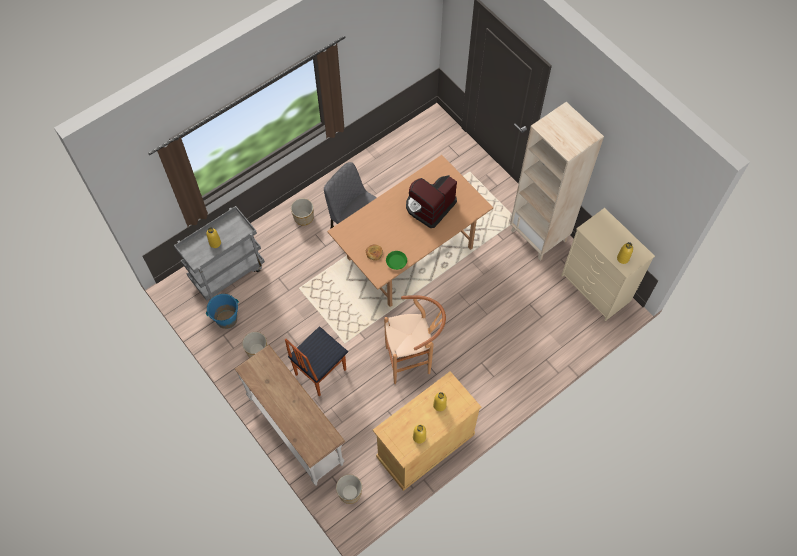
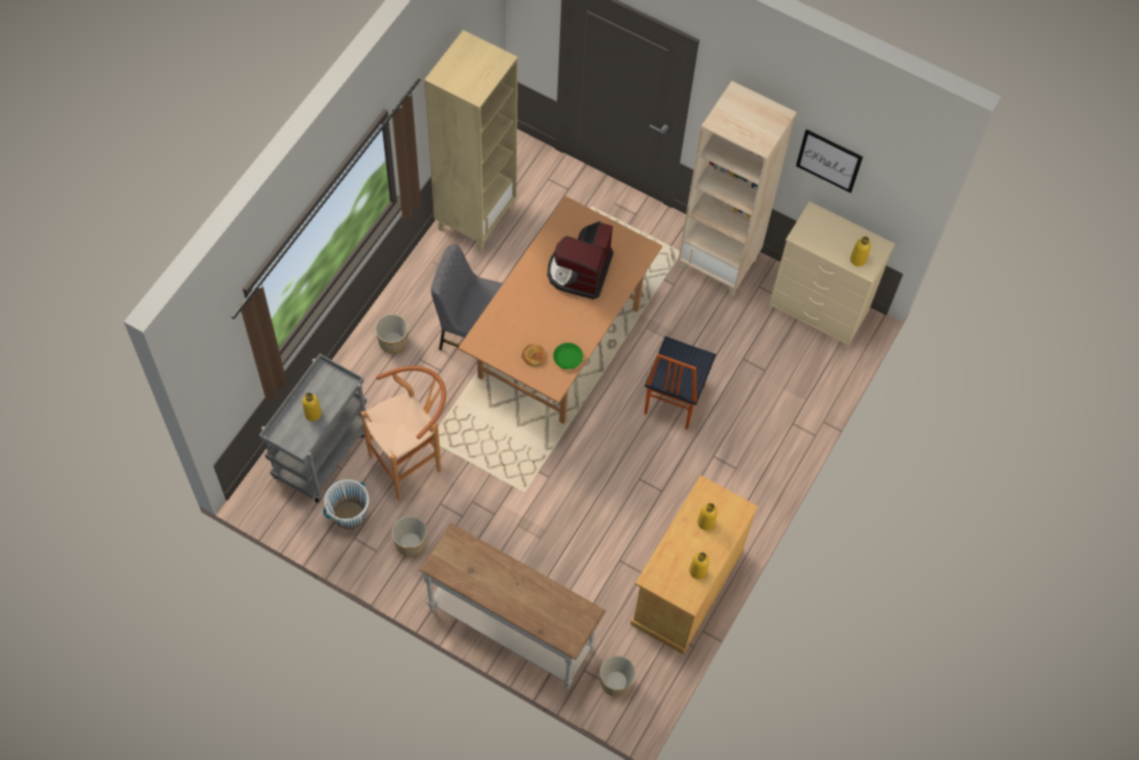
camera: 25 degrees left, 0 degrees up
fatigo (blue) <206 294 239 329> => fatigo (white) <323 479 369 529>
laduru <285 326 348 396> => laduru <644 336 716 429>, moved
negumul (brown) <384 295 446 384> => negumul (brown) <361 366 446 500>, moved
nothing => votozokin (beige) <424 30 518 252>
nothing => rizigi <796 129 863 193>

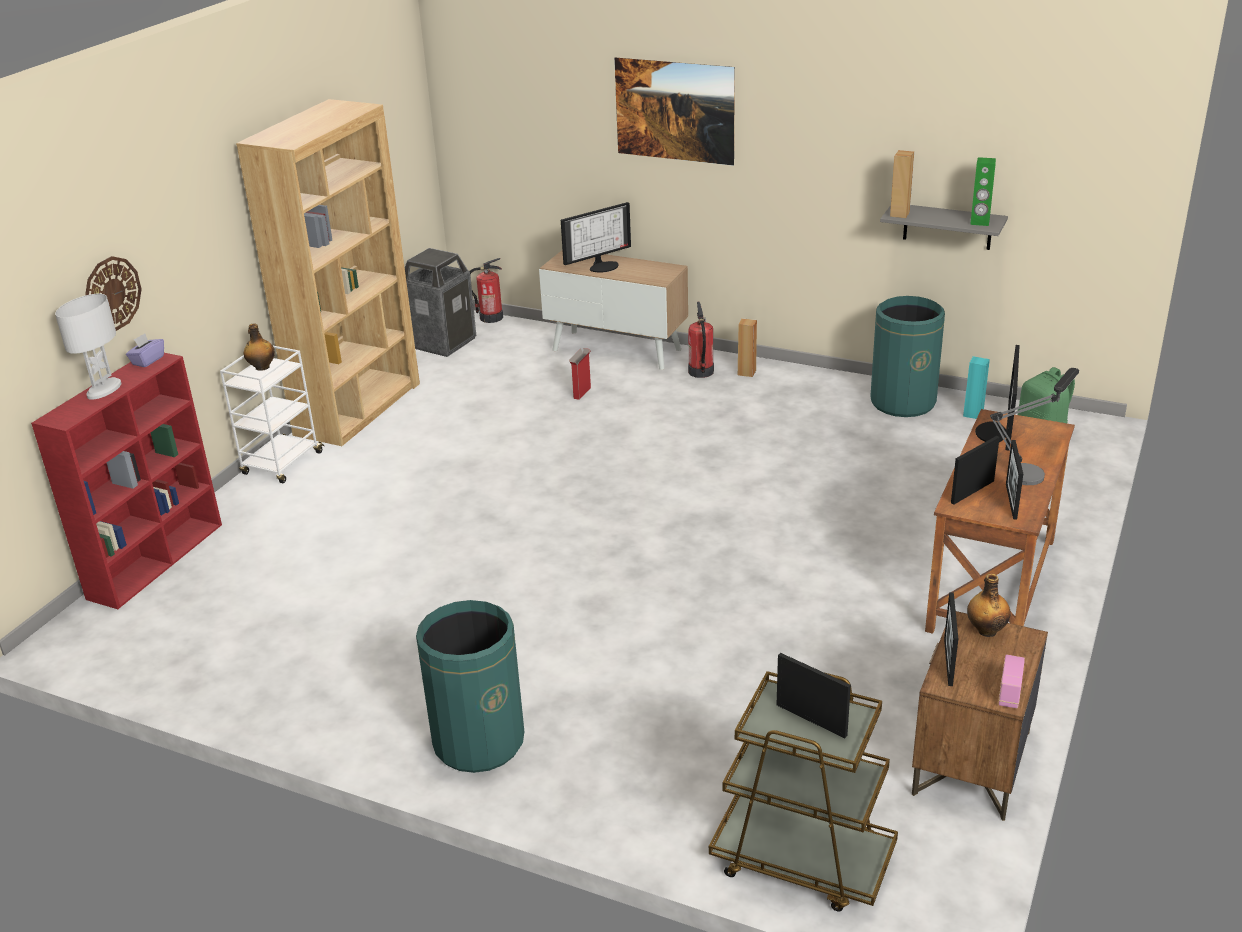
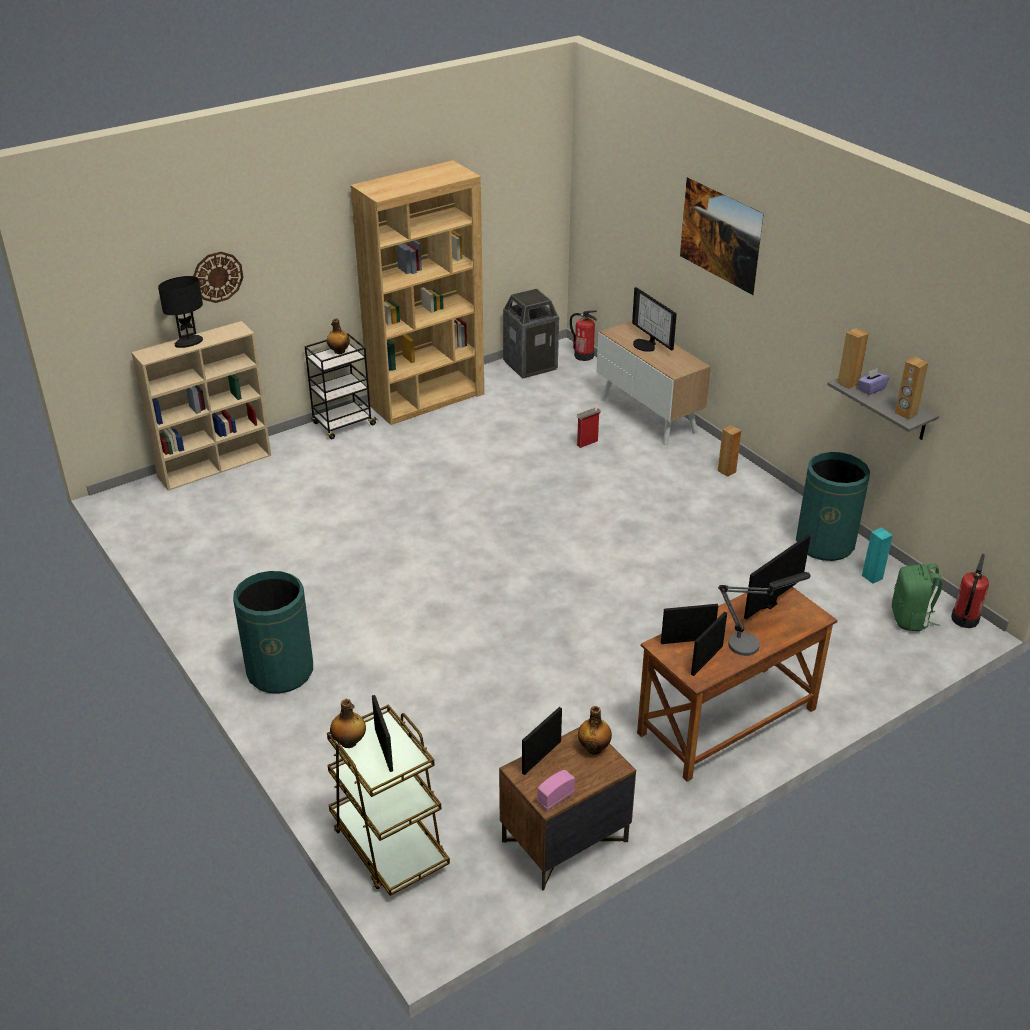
camera: 30 degrees right, 5 degrees up
votozokin (red) <31 353 222 609> => votozokin (beige) <131 321 271 491>
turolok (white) <55 294 121 400> => turolok (black) <158 276 203 348>
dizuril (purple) <126 333 164 367> => dizuril (purple) <858 368 890 395>, moved
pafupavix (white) <220 345 324 483> => pafupavix (black) <305 333 376 439>
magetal <561 202 631 272> => magetal <632 287 677 352>, 60 degrees clockwise
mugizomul <688 302 714 378> => mugizomul <951 554 989 628>, moved
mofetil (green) <970 157 996 226> => mofetil (brown) <895 356 928 420>
nothing => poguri <330 699 366 748>

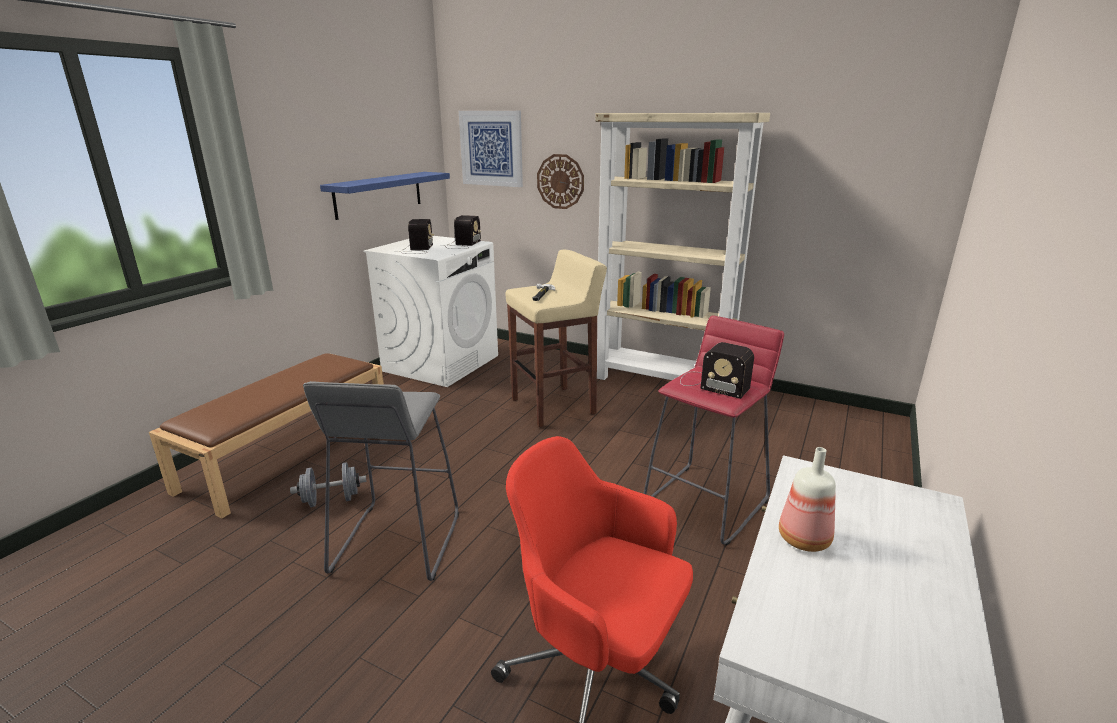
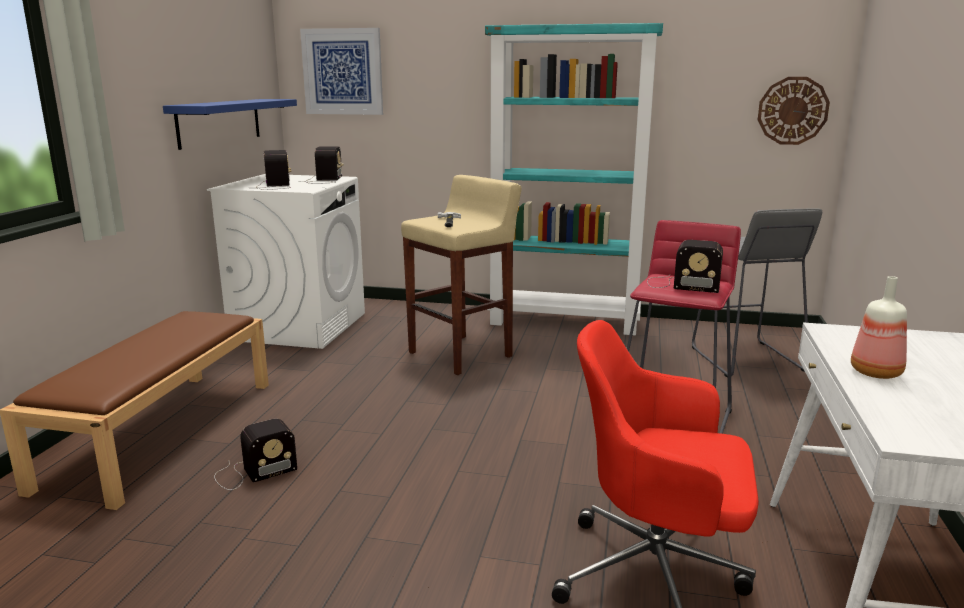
camera: 15 degrees left, 5 degrees down
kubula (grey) <290 462 367 507> => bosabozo <214 419 297 490>
negumul (grey) <303 381 459 581> => negumul (grey) <692 208 822 377>, moved
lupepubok <537 154 584 209> => lupepubok <758 77 830 145>, moved
votozokin (beige) <595 113 770 380> => votozokin (turquoise) <485 23 663 335>

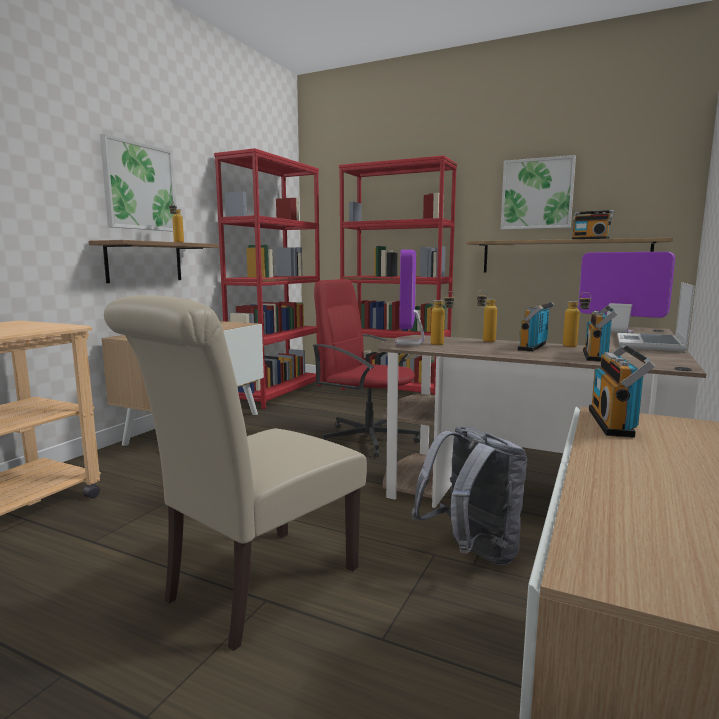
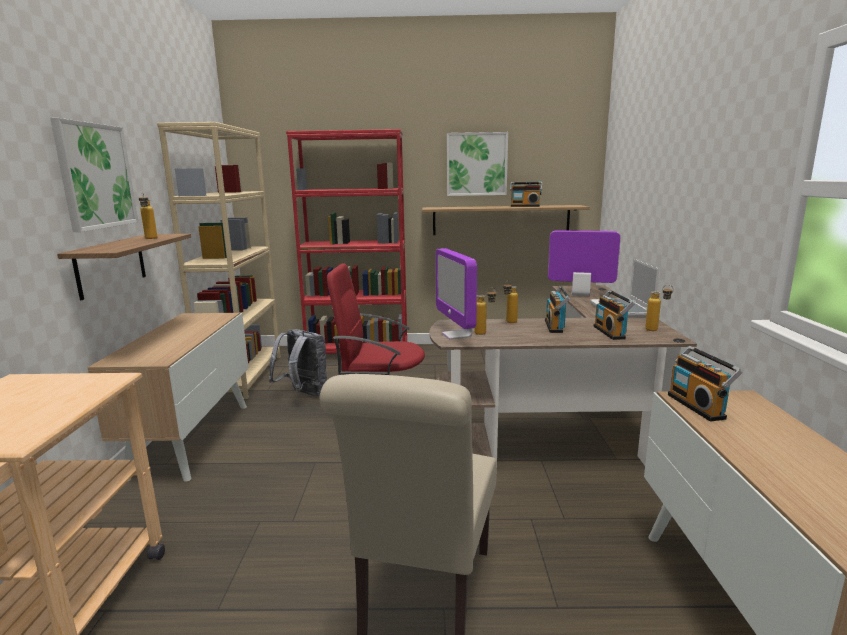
camera: 25 degrees left, 5 degrees up
votozokin (red) <214 148 321 409> => votozokin (beige) <157 122 281 399>
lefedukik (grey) <411 427 528 565> => lefedukik (grey) <269 329 327 396>, moved
poguri <563 292 591 347> => poguri <645 285 674 331>, moved

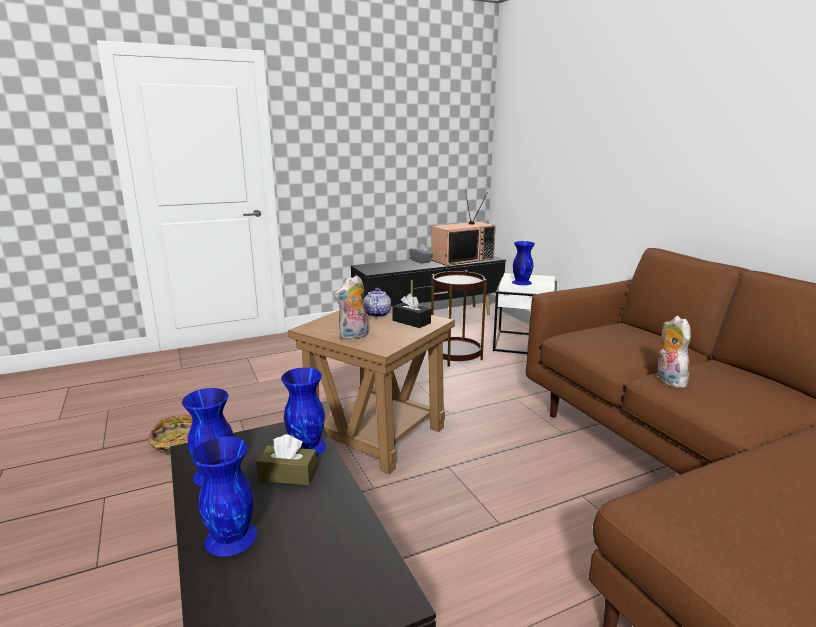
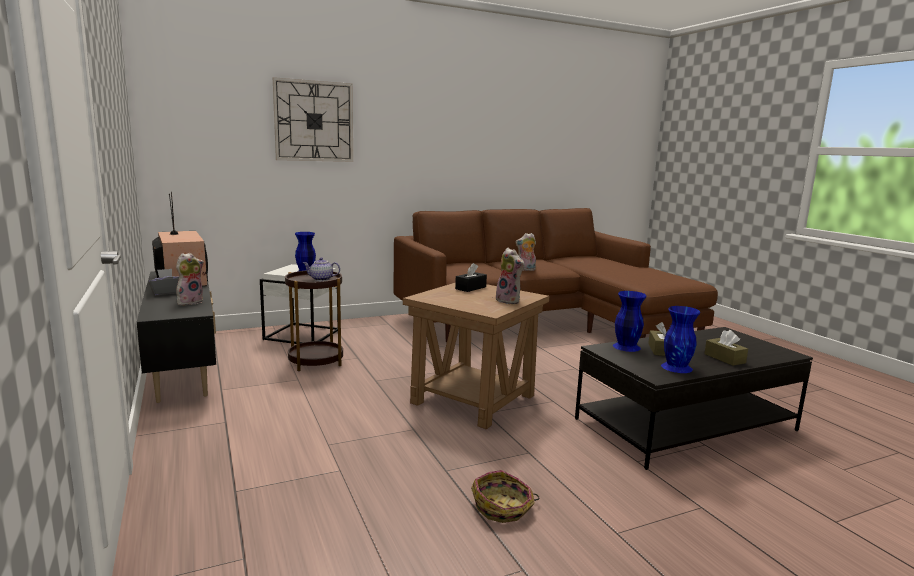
camera: 90 degrees left, 5 degrees down
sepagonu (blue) <192 436 257 557> => dizuril (brown) <704 330 748 366>
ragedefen <363 288 391 317> => ragedefen <303 257 340 281>, moved
nothing => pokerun <176 253 204 305>
nothing => lupepubok <273 77 353 162>

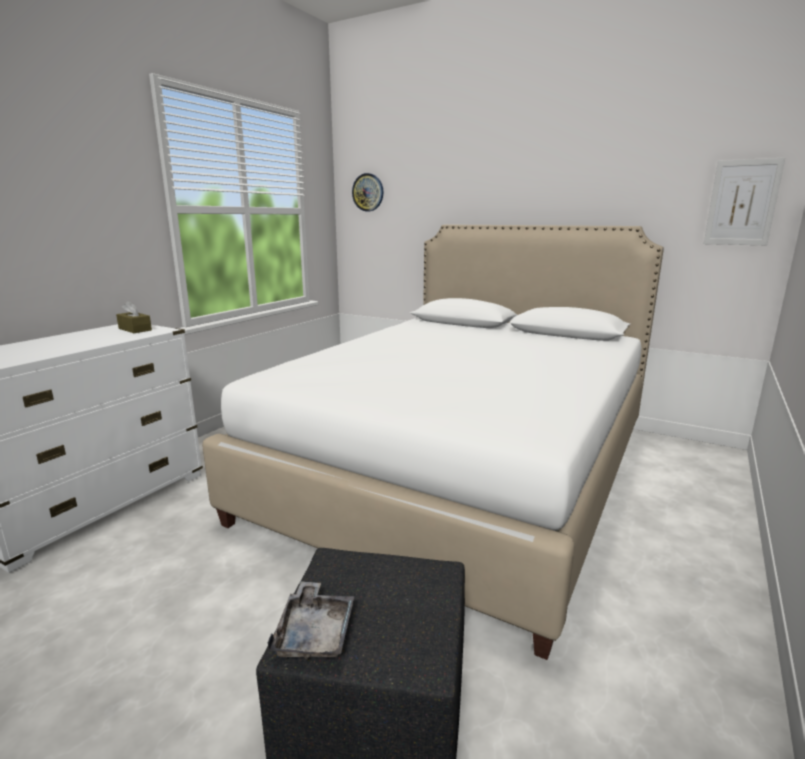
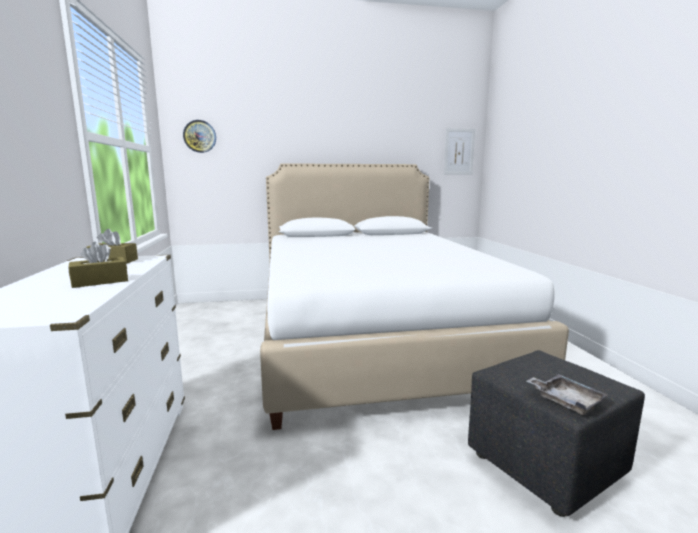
camera: 40 degrees left, 5 degrees down
nothing => dizuril (brown) <68 242 128 288>

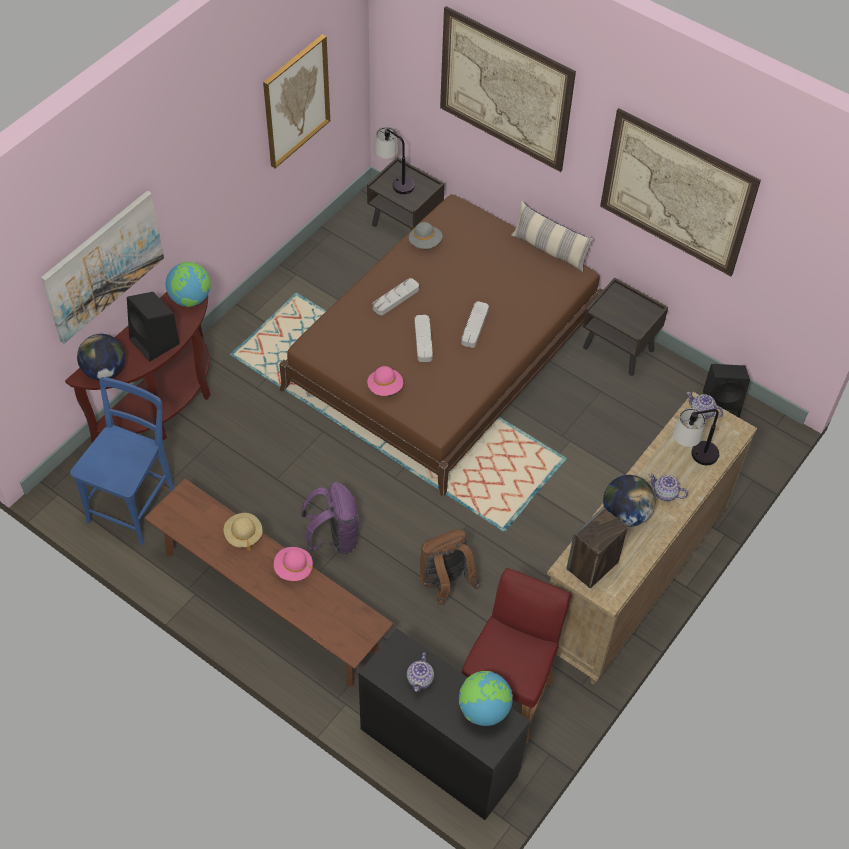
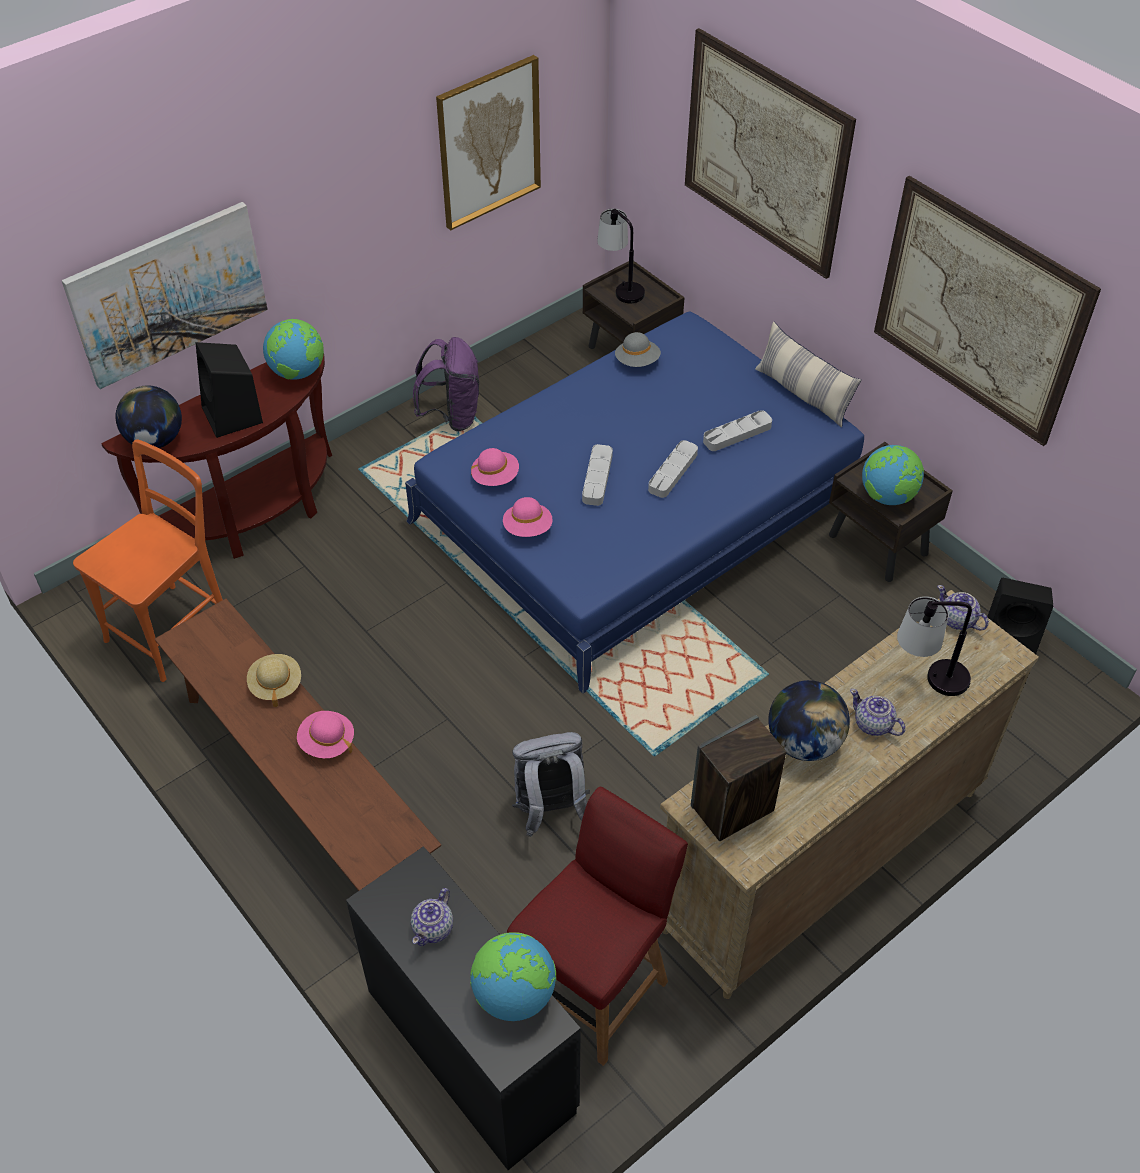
camera: 15 degrees right, 5 degrees down
laduru (blue) <70 377 174 545> => laduru (orange) <73 439 223 682>
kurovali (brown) <279 194 603 497> => kurovali (blue) <405 311 864 694>
lefedukik (purple) <301 482 359 554> => lefedukik (purple) <413 337 479 431>, moved
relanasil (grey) <373 278 419 315> => relanasil (grey) <703 410 772 451>, moved
lefedukik (brown) <420 529 480 605> => lefedukik (grey) <512 732 590 837>
nothing => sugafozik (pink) <471 448 519 486>
nothing => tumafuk <862 445 924 505>

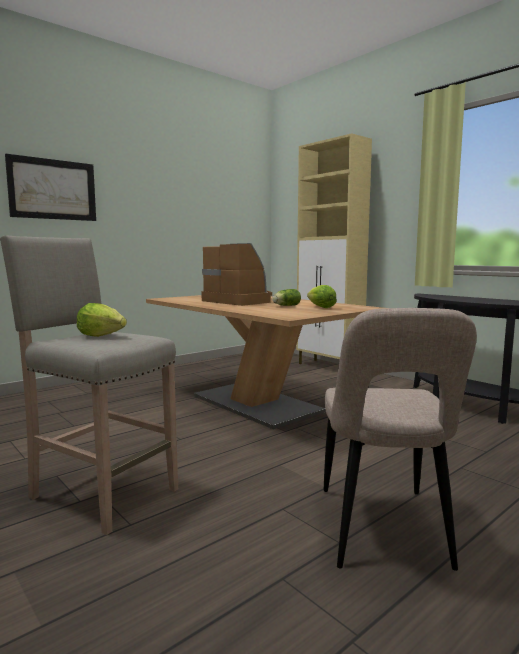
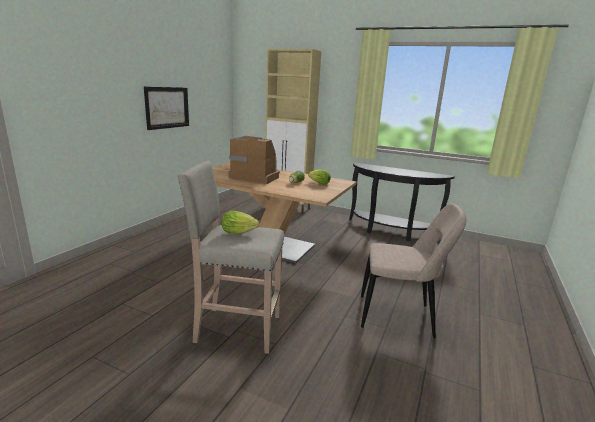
camera: 25 degrees left, 10 degrees up
rizigi <5 154 96 221> => rizigi <144 87 189 130>, moved
laduru (beige) <324 308 477 571> => laduru (beige) <361 204 467 338>, 60 degrees counterclockwise

